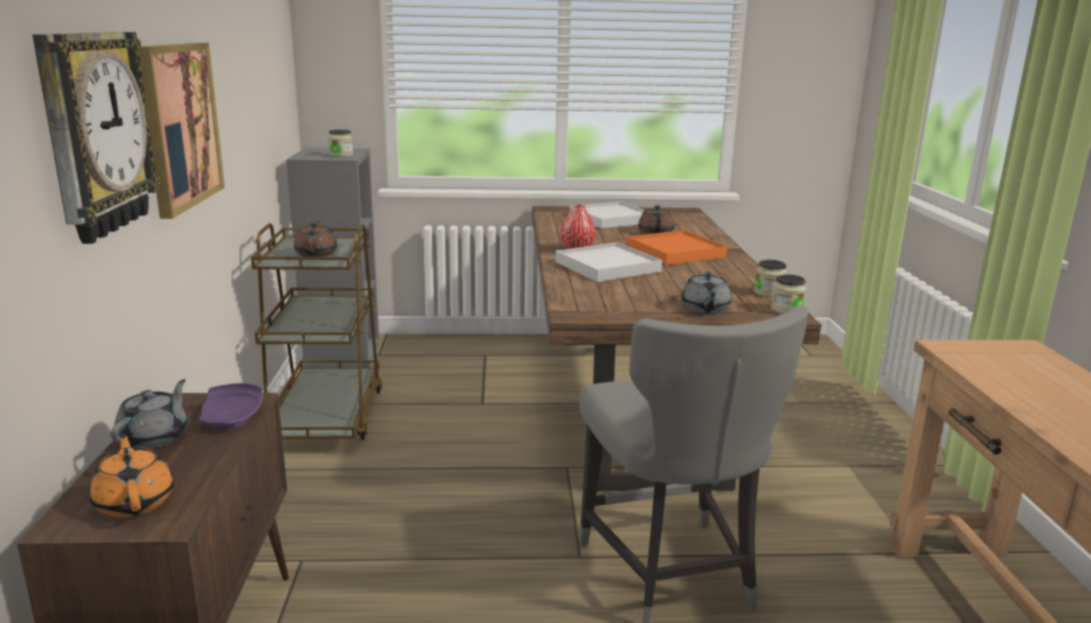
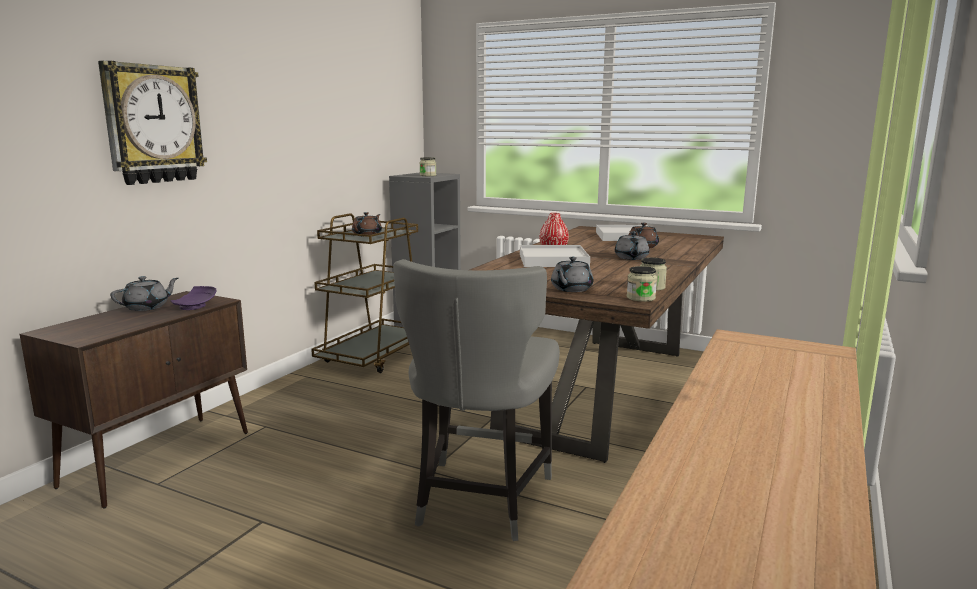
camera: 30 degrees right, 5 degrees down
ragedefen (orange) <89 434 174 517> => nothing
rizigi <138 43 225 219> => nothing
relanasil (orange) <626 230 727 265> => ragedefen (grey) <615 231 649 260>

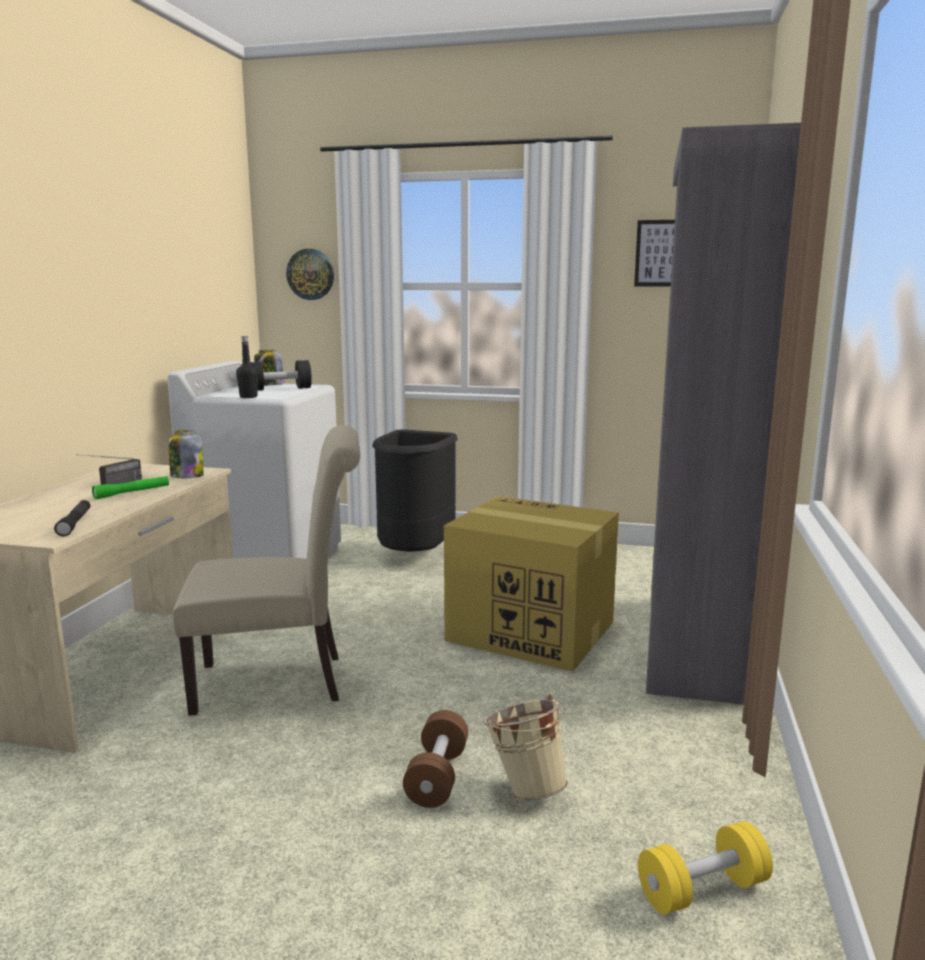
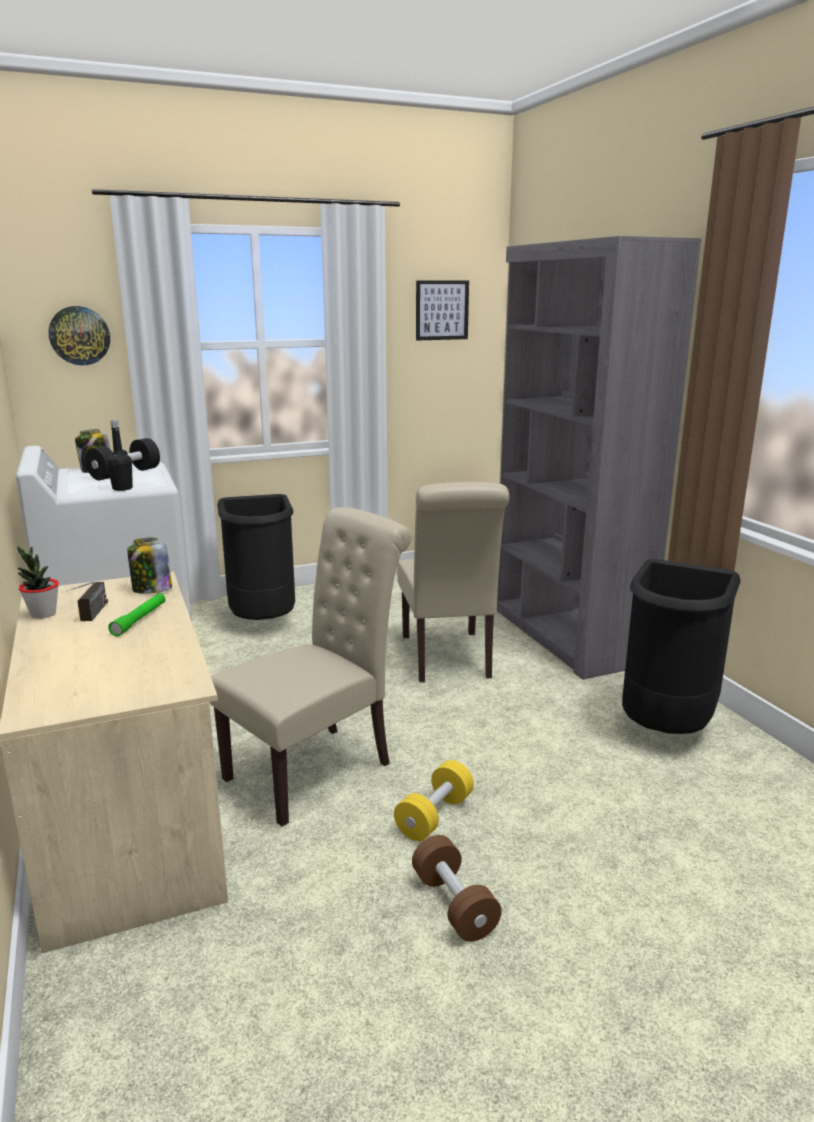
camera: 35 degrees left, 5 degrees up
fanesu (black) <54 500 90 536> => nothing
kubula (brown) <403 710 468 808> => kubula (brown) <412 835 502 942>, moved
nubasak <444 496 619 672> => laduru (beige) <397 482 509 682>
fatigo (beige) <484 694 568 801> => nothing
kubula (yellow) <638 821 773 914> => kubula (yellow) <394 760 474 841>, moved
nothing => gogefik <17 546 59 619>
nothing => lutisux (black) <622 559 741 734>

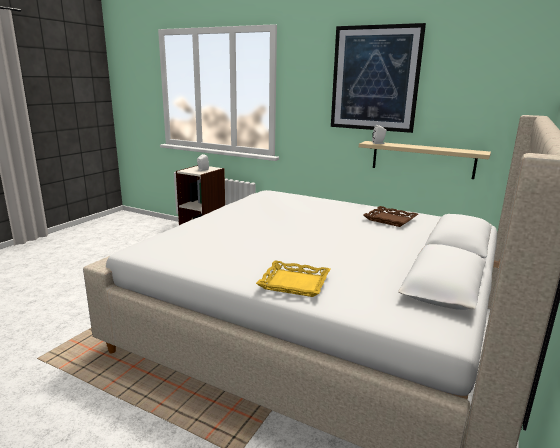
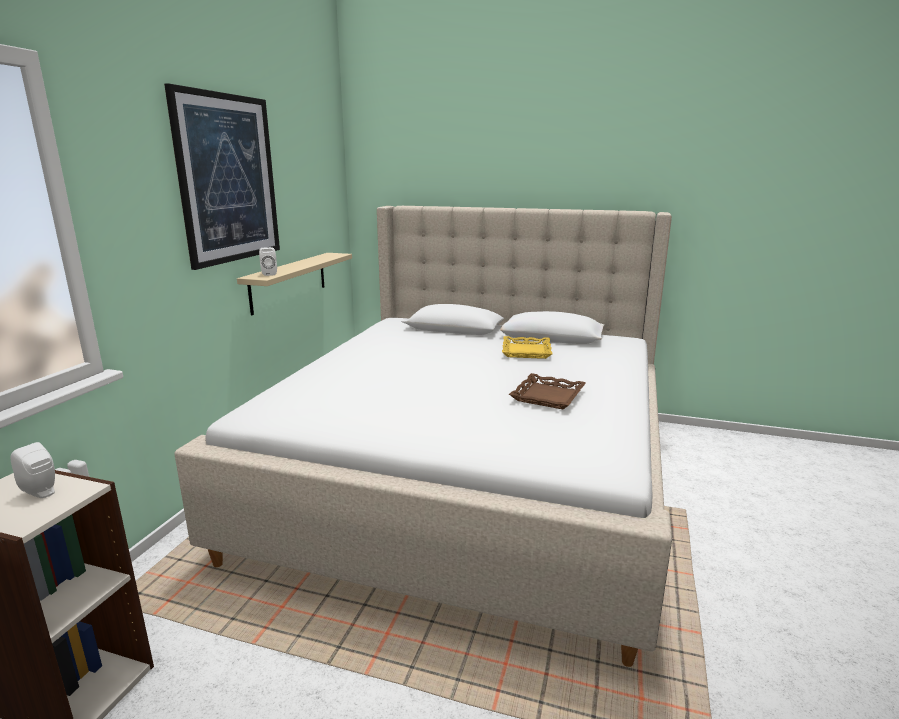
camera: 100 degrees left, 0 degrees up
relanasil (yellow) <256 260 330 297> => relanasil (yellow) <502 336 553 359>, moved
relanasil (brown) <363 206 418 227> => relanasil (brown) <509 373 586 409>, moved

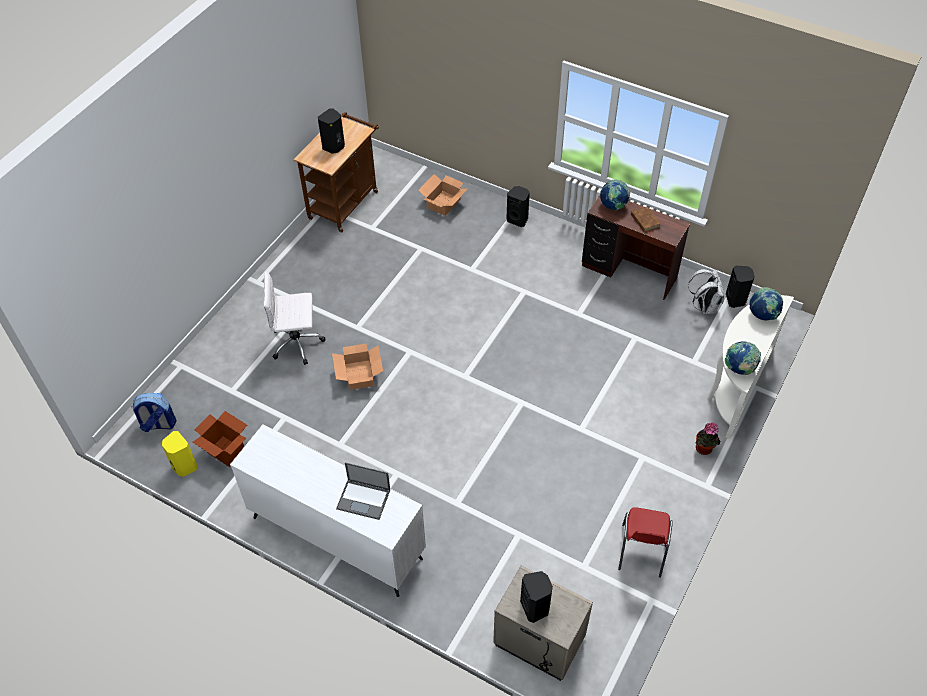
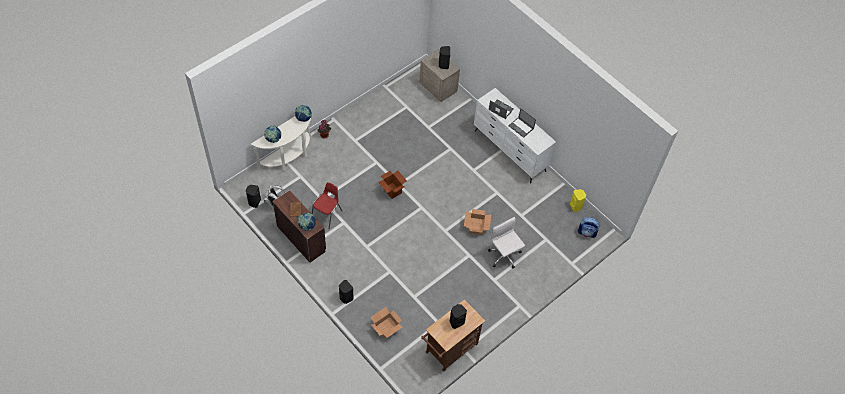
camera: 165 degrees left, 5 degrees up
nubasak <193 411 247 467> => nubasak <378 171 407 199>, moved
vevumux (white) <263 272 325 365> => vevumux (white) <488 217 525 268>, 135 degrees counterclockwise
laduru (red) <618 507 673 578> => laduru (red) <312 182 342 229>, moved
nothing => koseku <508 108 536 138>

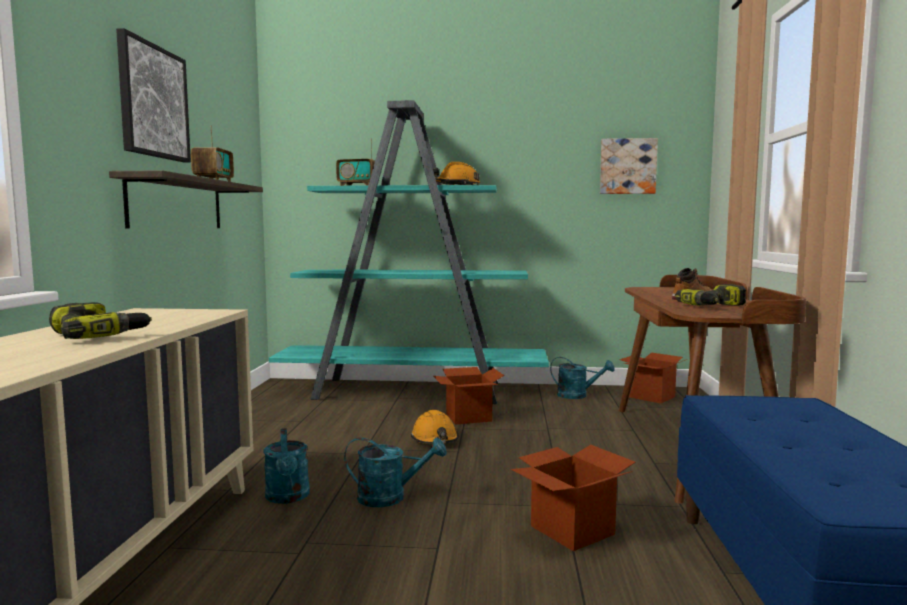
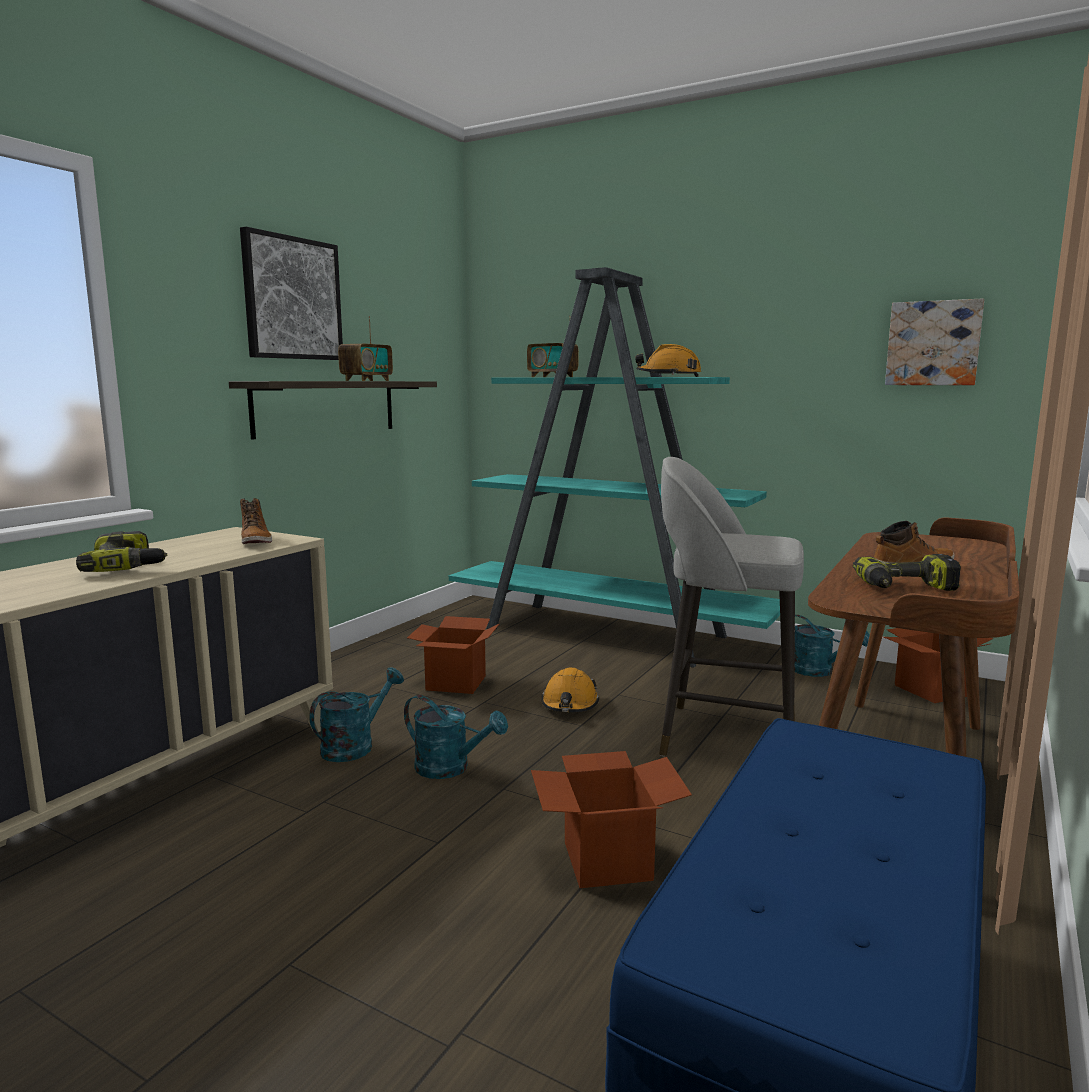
camera: 25 degrees right, 5 degrees up
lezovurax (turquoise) <264 428 310 504> => lezovurax (turquoise) <309 667 404 762>, 150 degrees counterclockwise
nubasak <434 367 504 425> => nubasak <407 616 500 694>, moved
nothing => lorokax <240 498 272 544>
nothing => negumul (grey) <659 457 804 756>

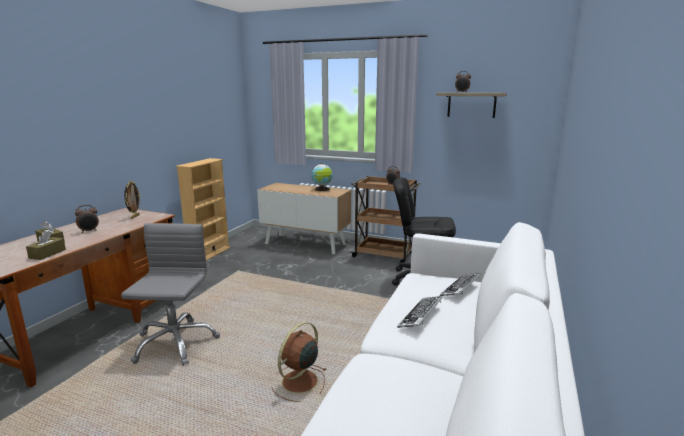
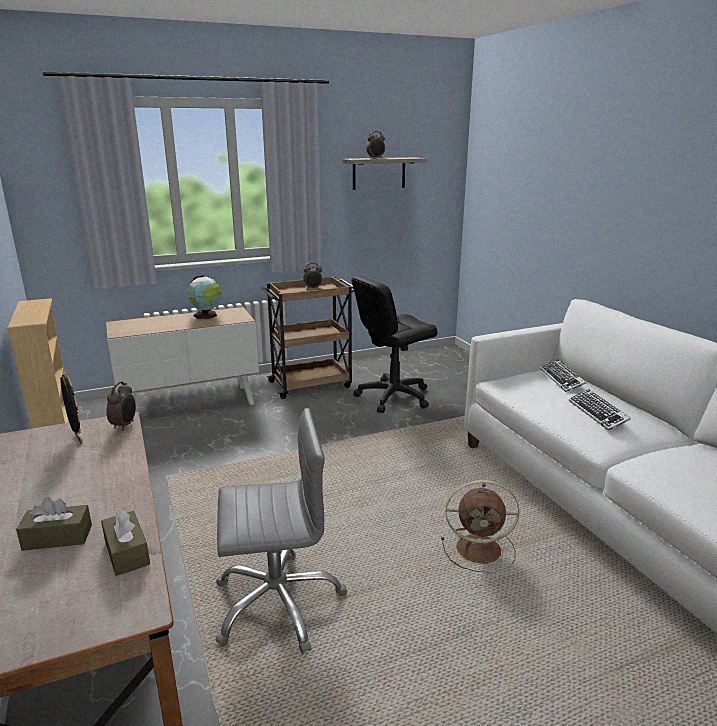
camera: 45 degrees left, 5 degrees up
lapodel <75 205 99 233> => lapodel <106 381 136 431>, moved
vevumux (grey) <121 223 220 366> => vevumux (grey) <215 408 347 654>, 120 degrees clockwise
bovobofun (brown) <271 322 326 402> => bovobofun (brown) <441 480 519 573>, 75 degrees counterclockwise

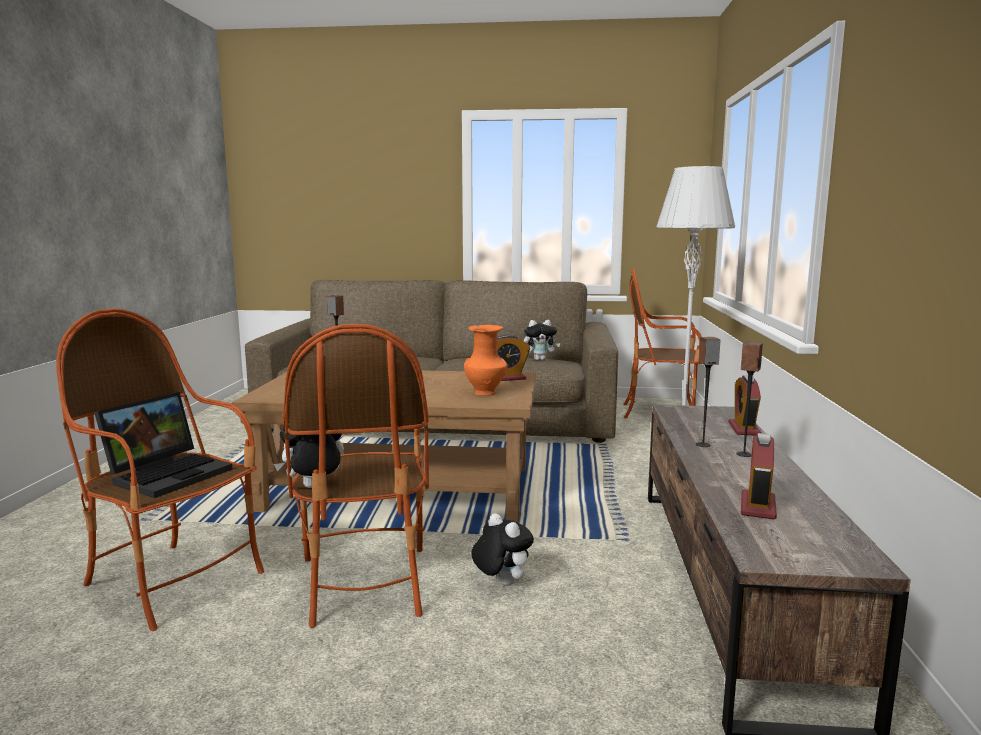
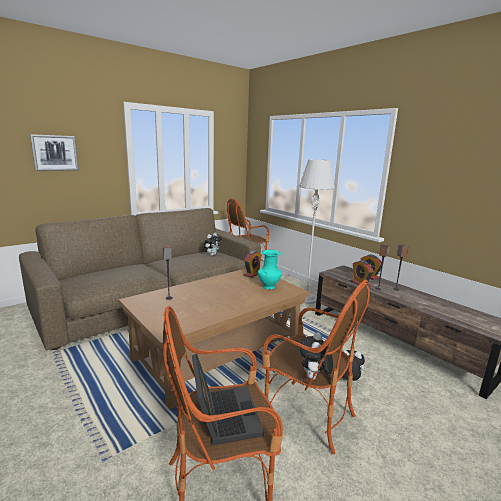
camera: 45 degrees left, 5 degrees up
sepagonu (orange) <464 324 507 395> => sepagonu (turquoise) <258 250 282 289>
lapodel <741 433 777 520> => lapodel <351 260 374 287>, moved
nothing => rizigi <30 134 79 171>

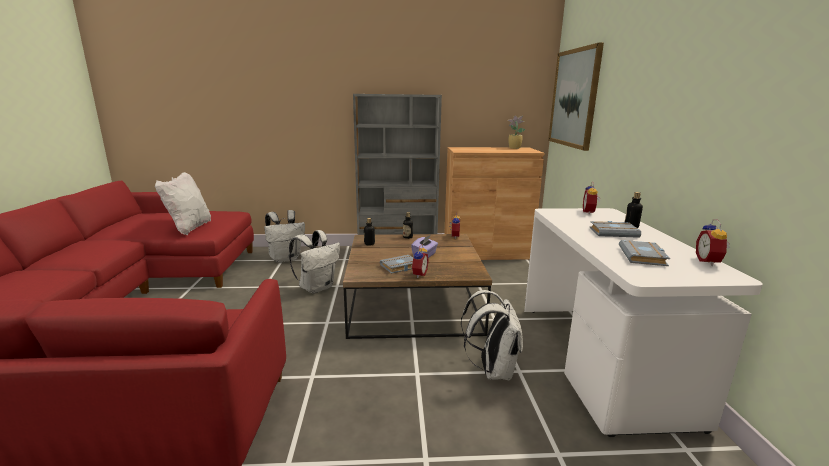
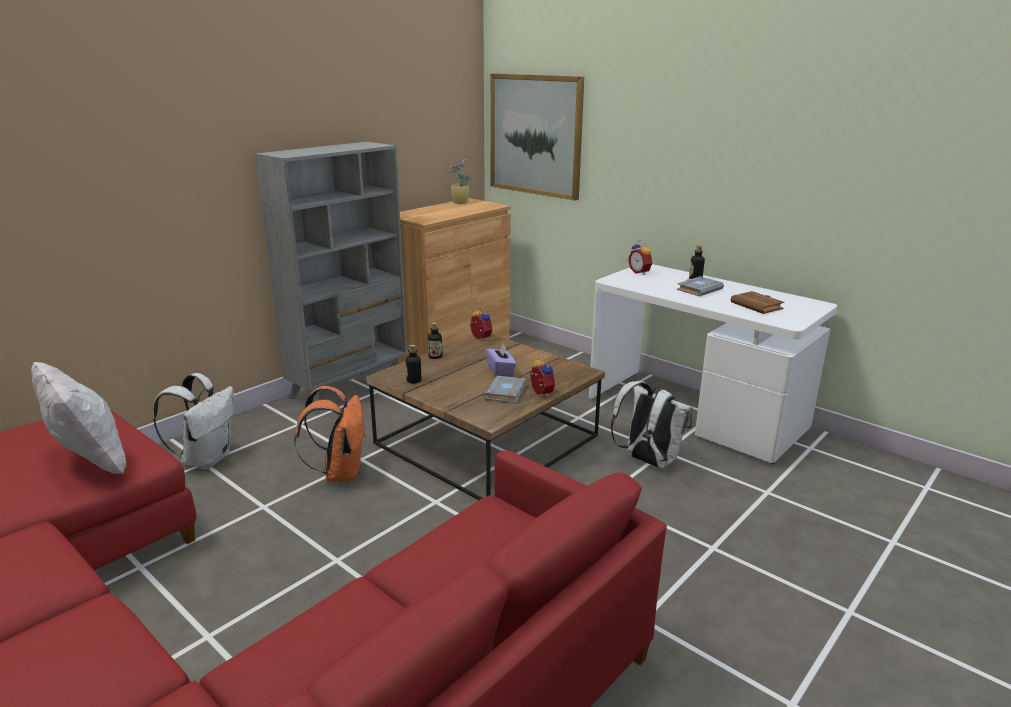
camera: 45 degrees left, 5 degrees up
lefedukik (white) <289 230 340 294> => lefedukik (orange) <294 386 366 482>
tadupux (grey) <619 240 670 266> => tadupux (brown) <731 291 784 314>
lapodel <696 219 730 266> => nothing

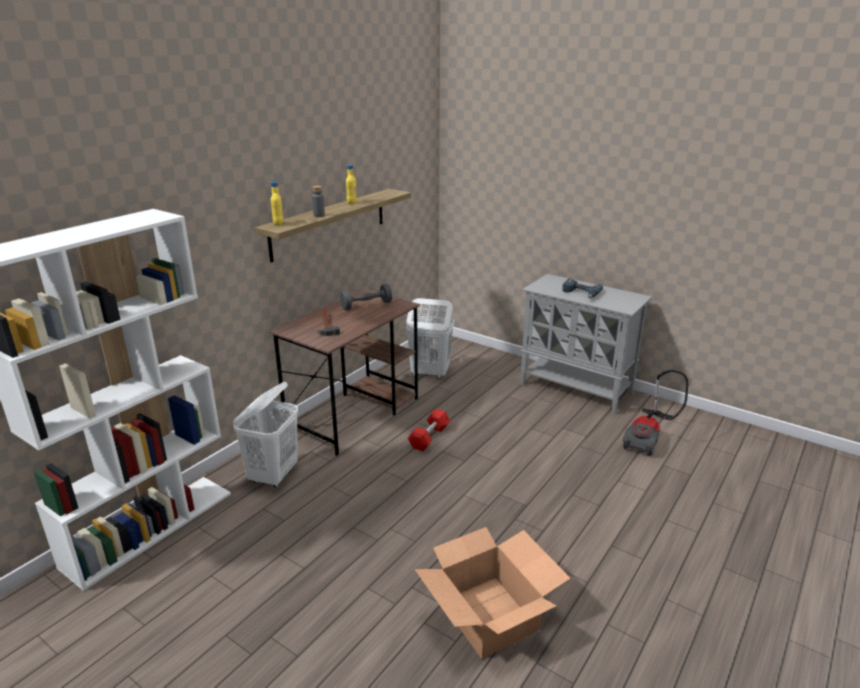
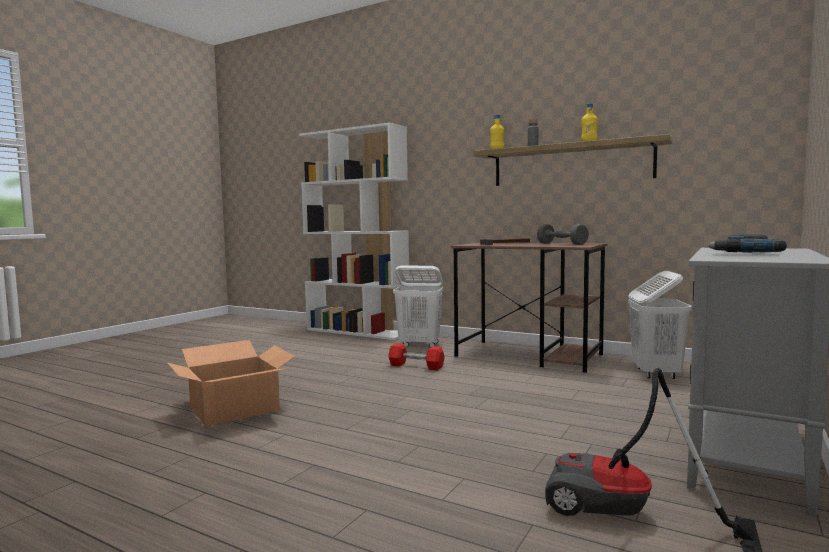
camera: 85 degrees right, 20 degrees down
kubula (red) <408 409 450 451> => kubula (red) <388 343 445 370>, moved

